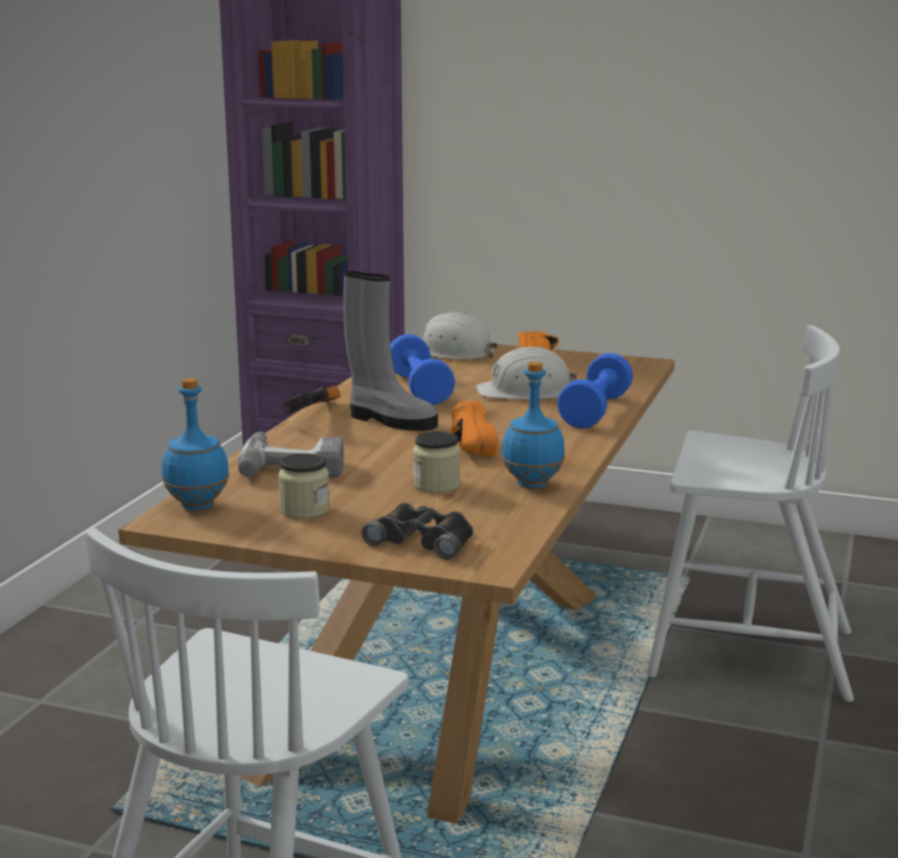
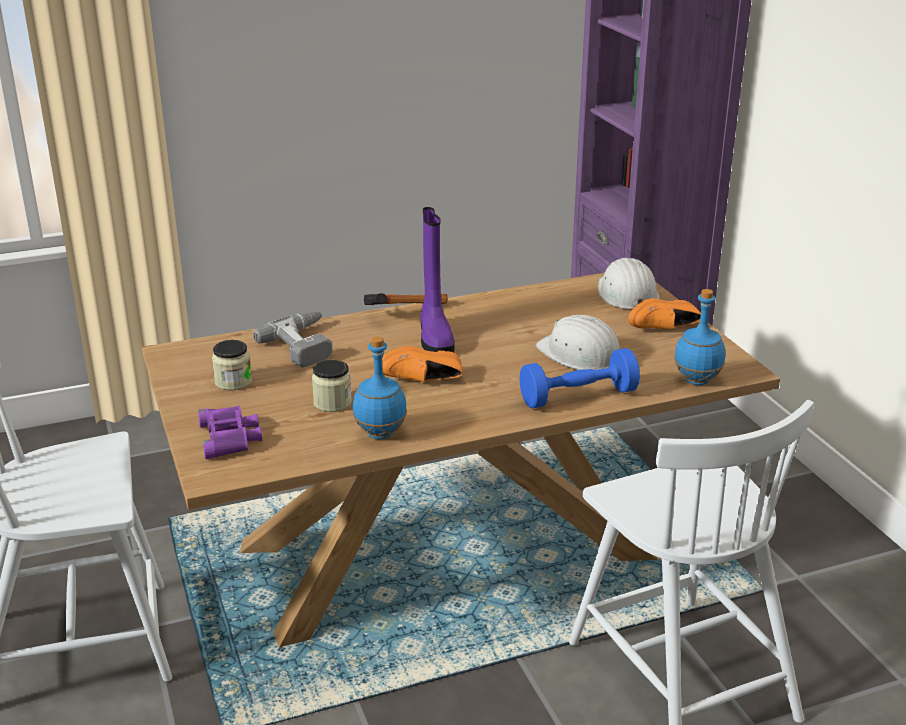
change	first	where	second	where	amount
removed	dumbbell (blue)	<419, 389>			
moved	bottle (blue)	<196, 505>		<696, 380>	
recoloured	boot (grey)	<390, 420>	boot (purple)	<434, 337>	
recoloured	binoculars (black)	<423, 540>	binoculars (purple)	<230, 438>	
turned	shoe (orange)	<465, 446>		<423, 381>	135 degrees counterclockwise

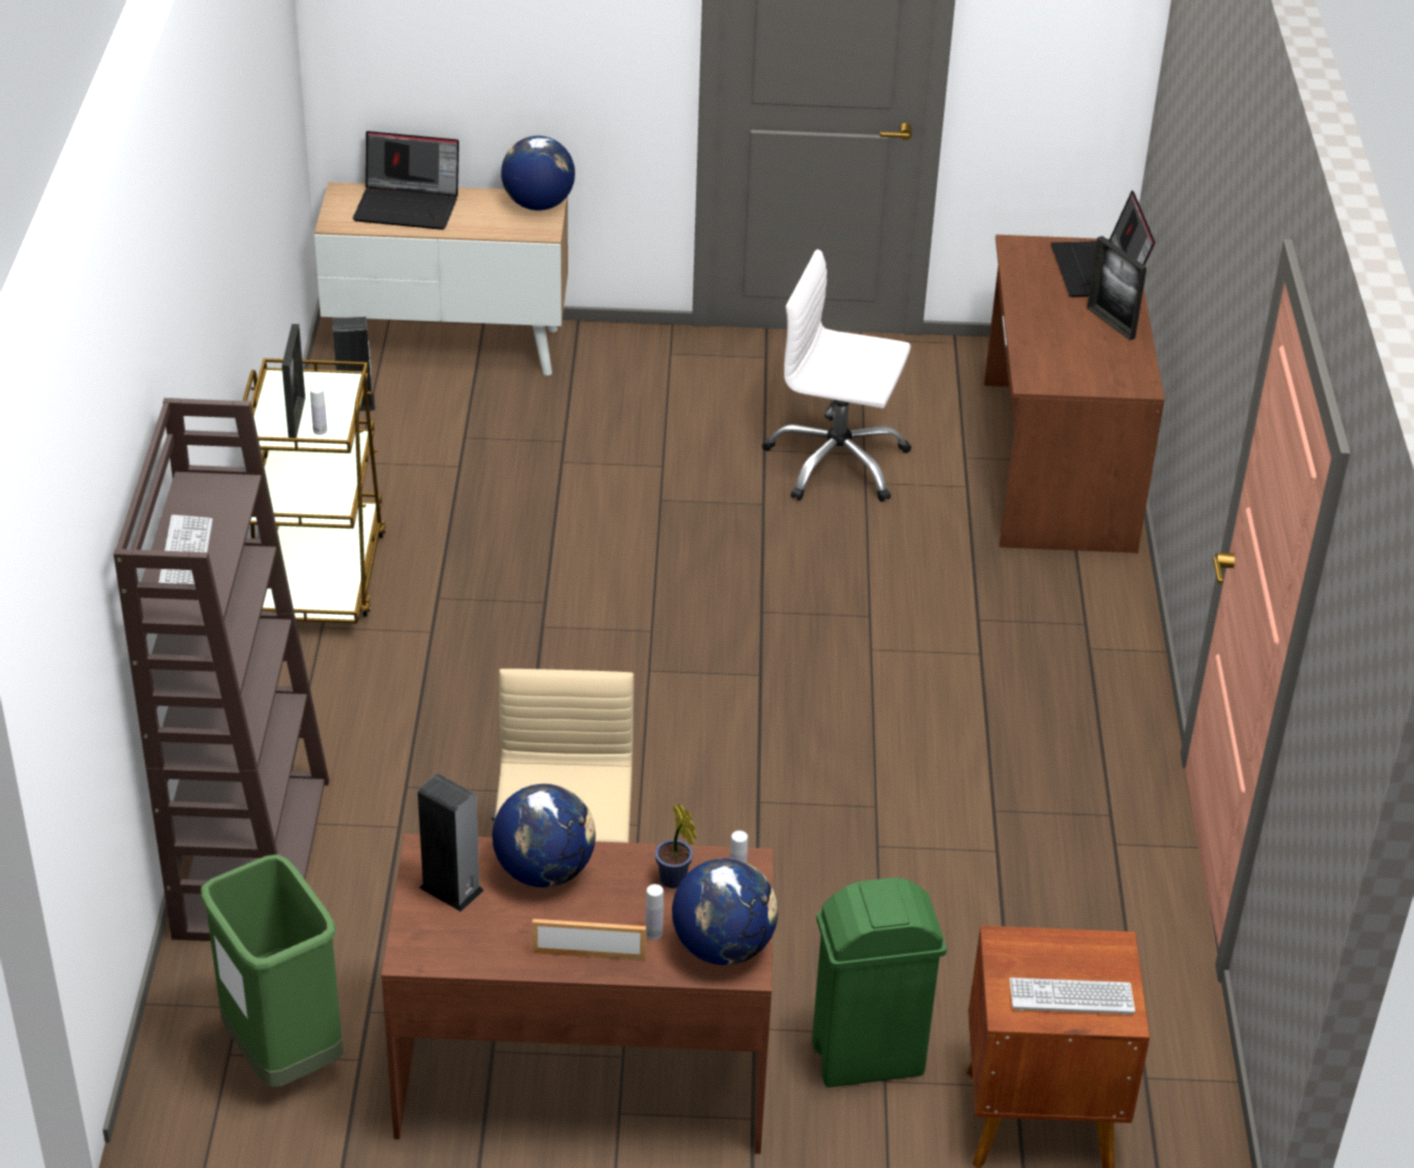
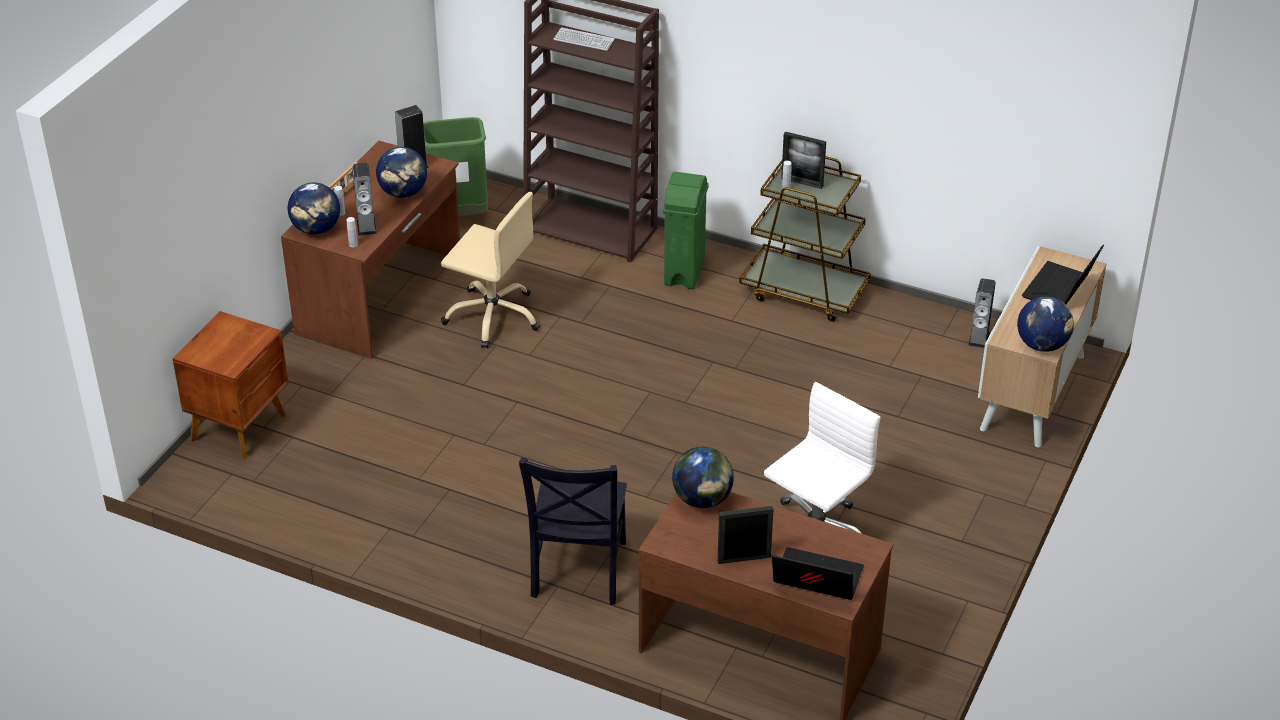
change	first	where	second	where	amount
removed	keyboard	<1071, 997>			
added			chair (black)	<578, 572>	
added			globe	<702, 499>	
moved	trash can (green)	<866, 1058>		<684, 272>	
replaced	potted plant	<675, 881>	speaker	<366, 227>	

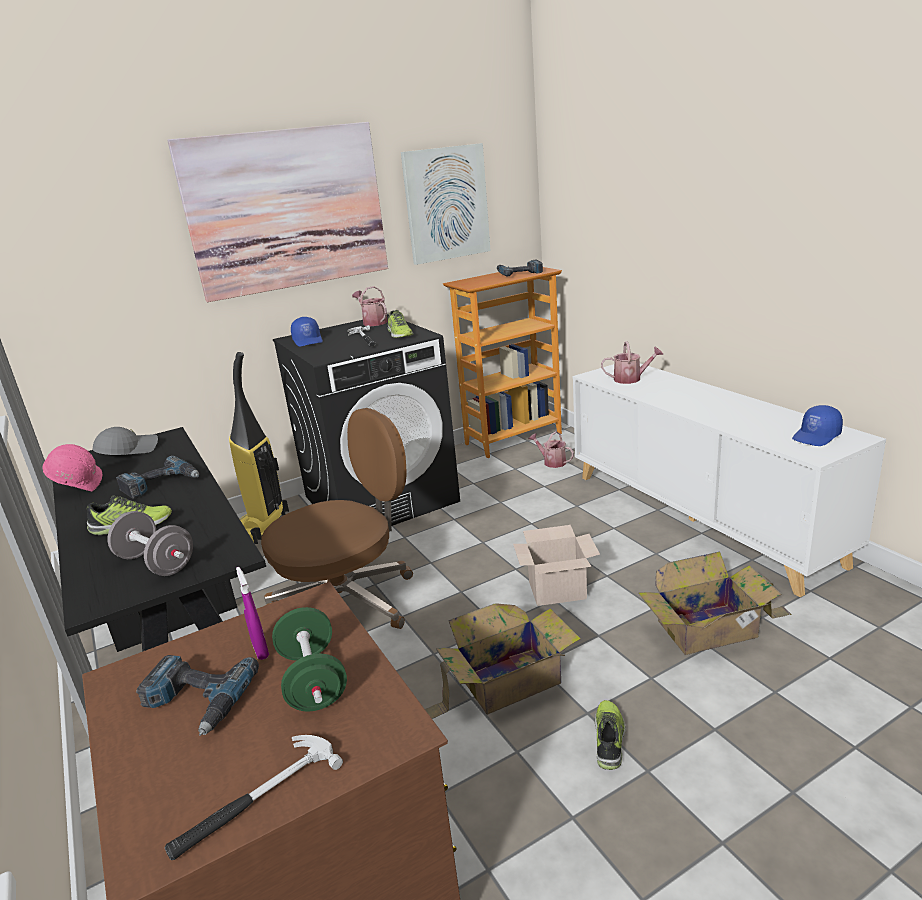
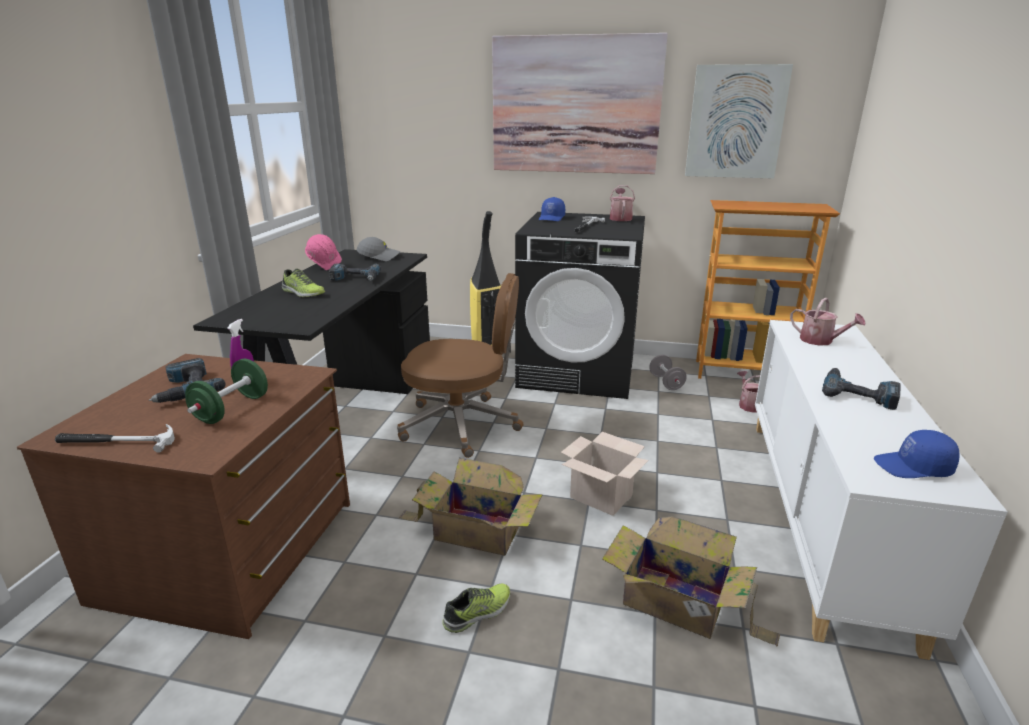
change	first	where	second	where	amount
removed	shoe	<399, 334>			
moved	dumbbell (grey)	<156, 563>		<666, 382>	
moved	power drill	<519, 273>		<858, 393>	

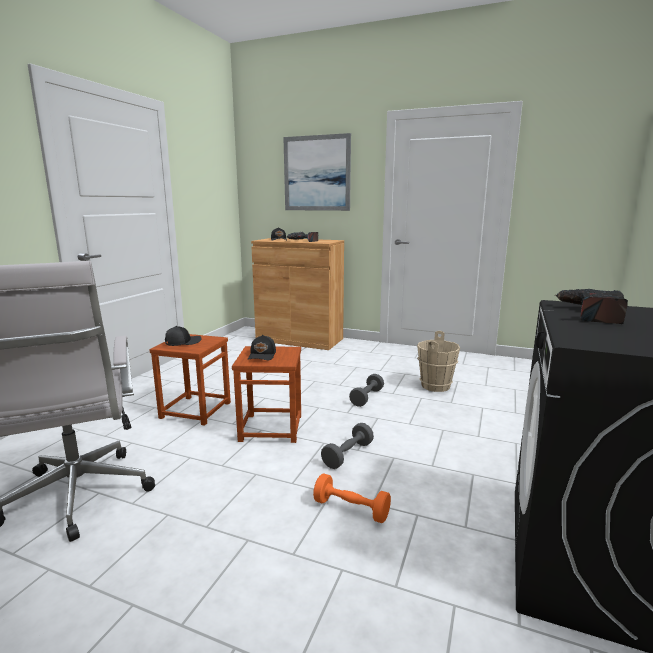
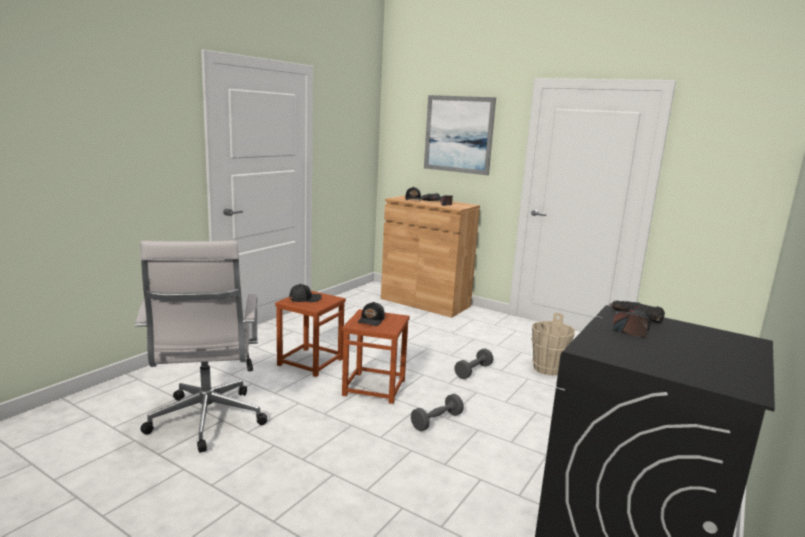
change	first	where	second	where	amount
removed	dumbbell (orange)	<351, 509>			

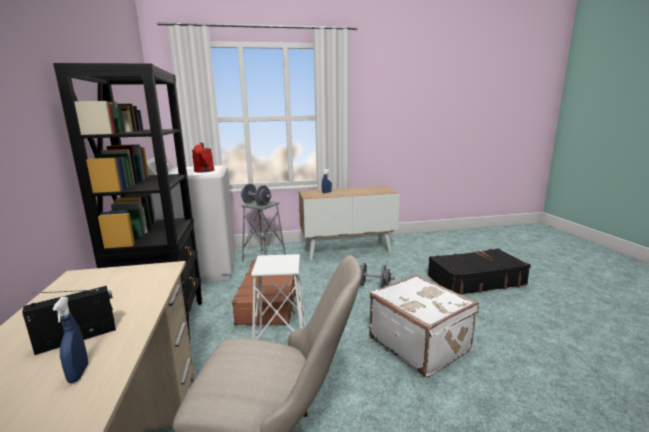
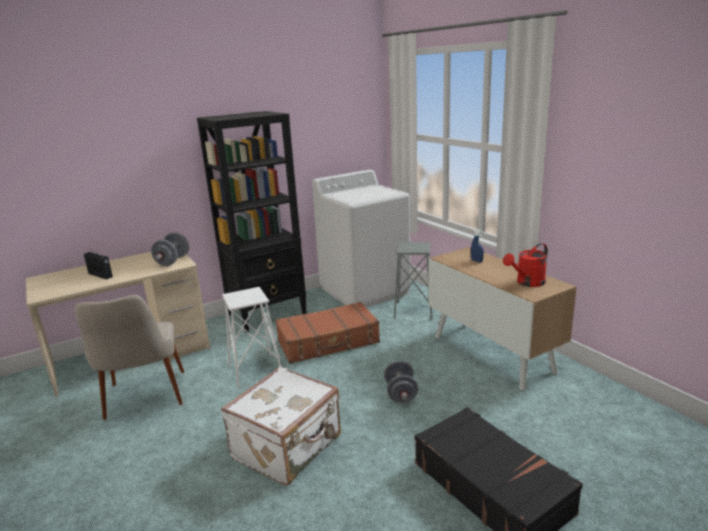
change	first	where	second	where	amount
removed	spray bottle (blue)	<78, 373>			
moved	watering can (red)	<204, 171>		<527, 283>	
moved	dumbbell (grey)	<256, 204>		<172, 261>	

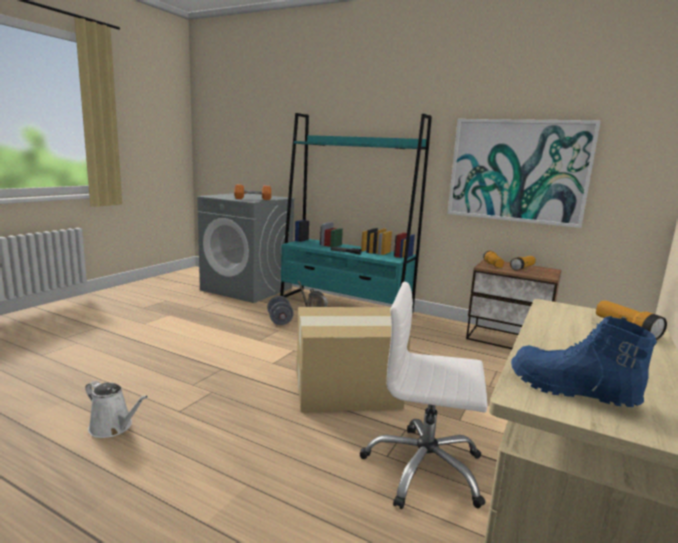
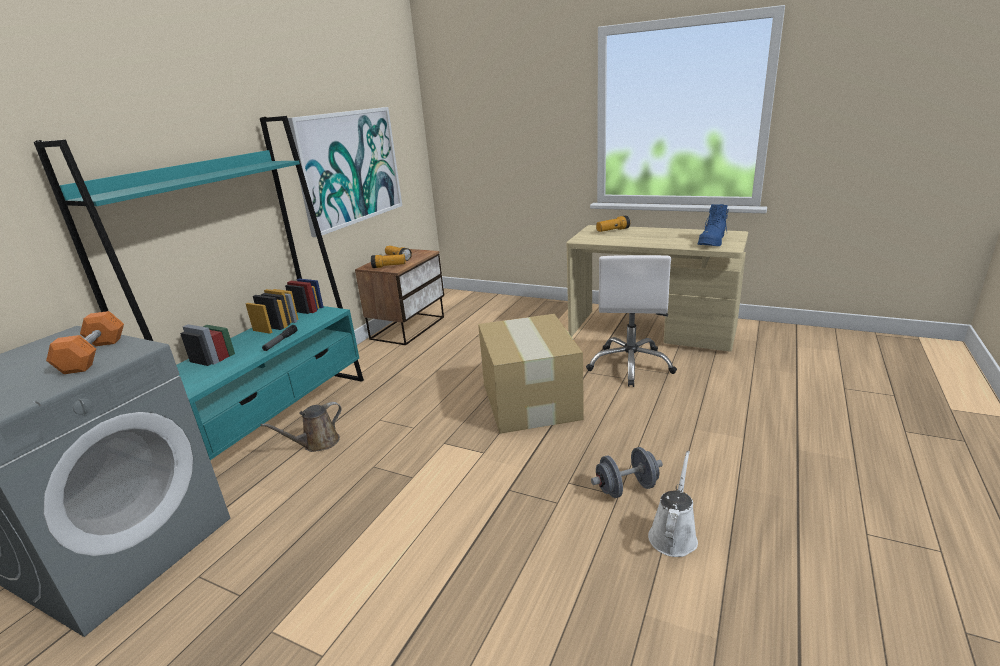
change	first	where	second	where	amount
moved	dumbbell (grey)	<279, 321>		<626, 488>	

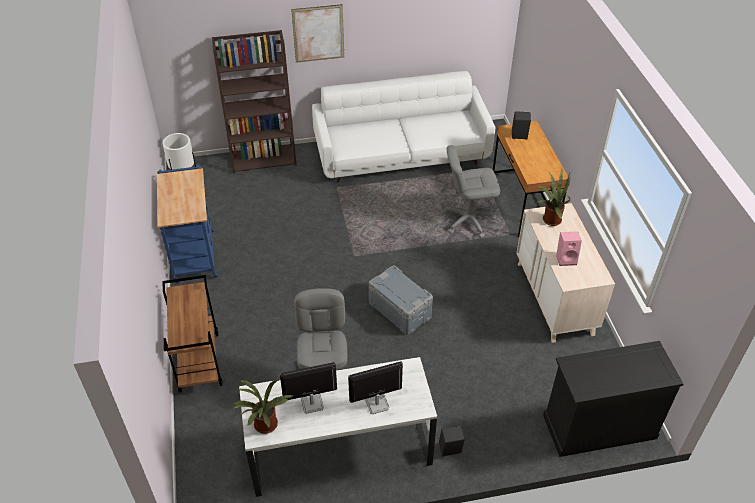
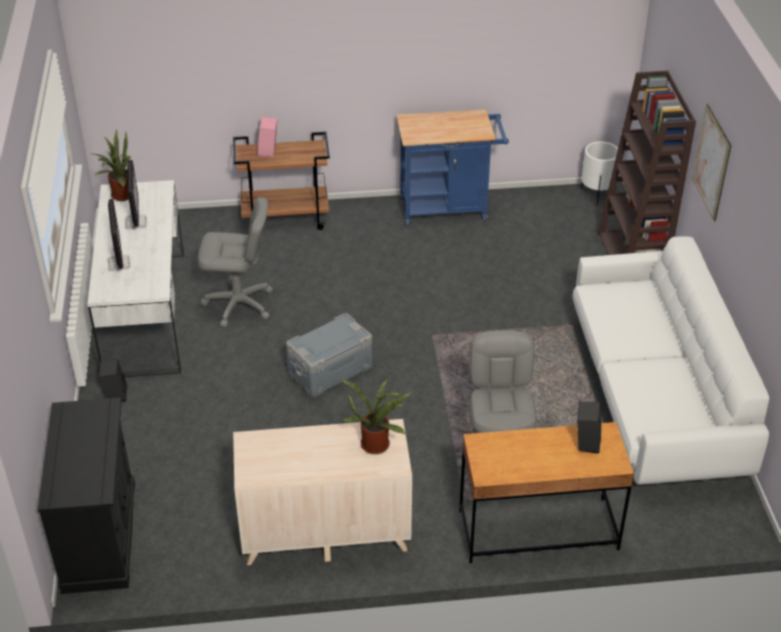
change	first	where	second	where	amount
moved	speaker (pink)	<566, 259>		<269, 152>	

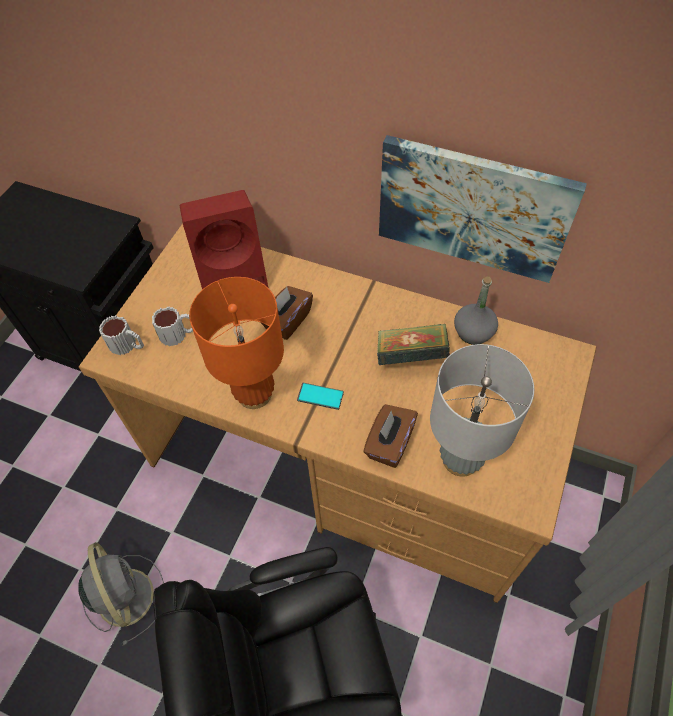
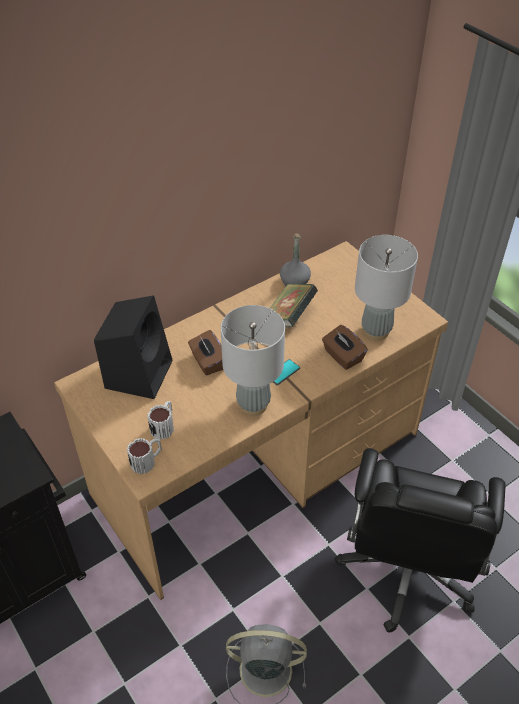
change	first	where	second	where	amount
removed	picture	<473, 208>			
recoloured	speaker (red)	<234, 275>	speaker (black)	<139, 373>	
recoloured	table lamp (orange)	<254, 394>	table lamp (grey)	<253, 404>	

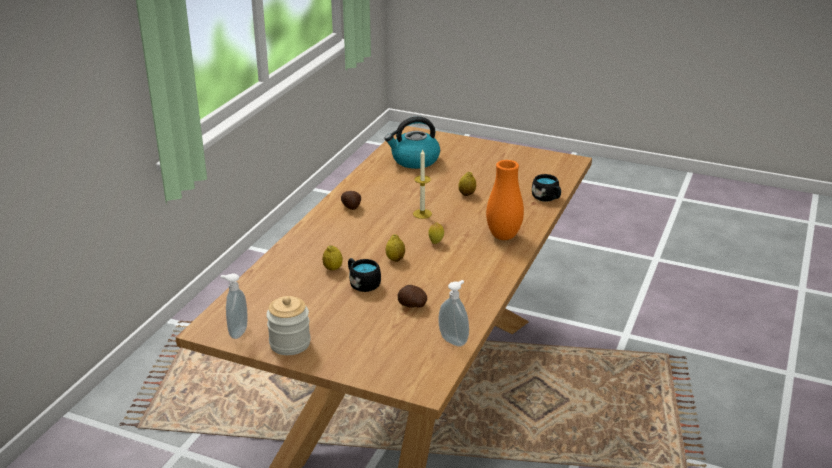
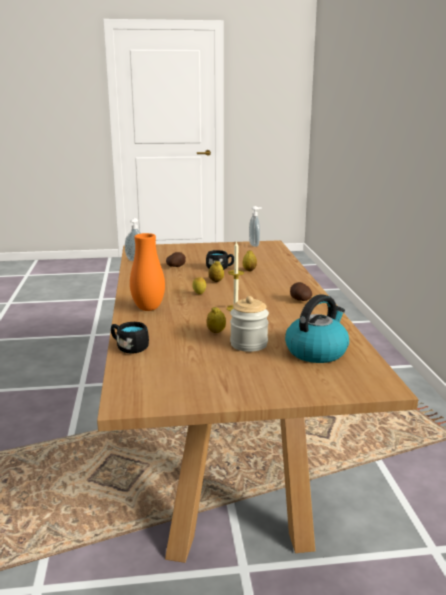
change	first	where	second	where	amount
moved	jar	<290, 343>		<248, 344>	

